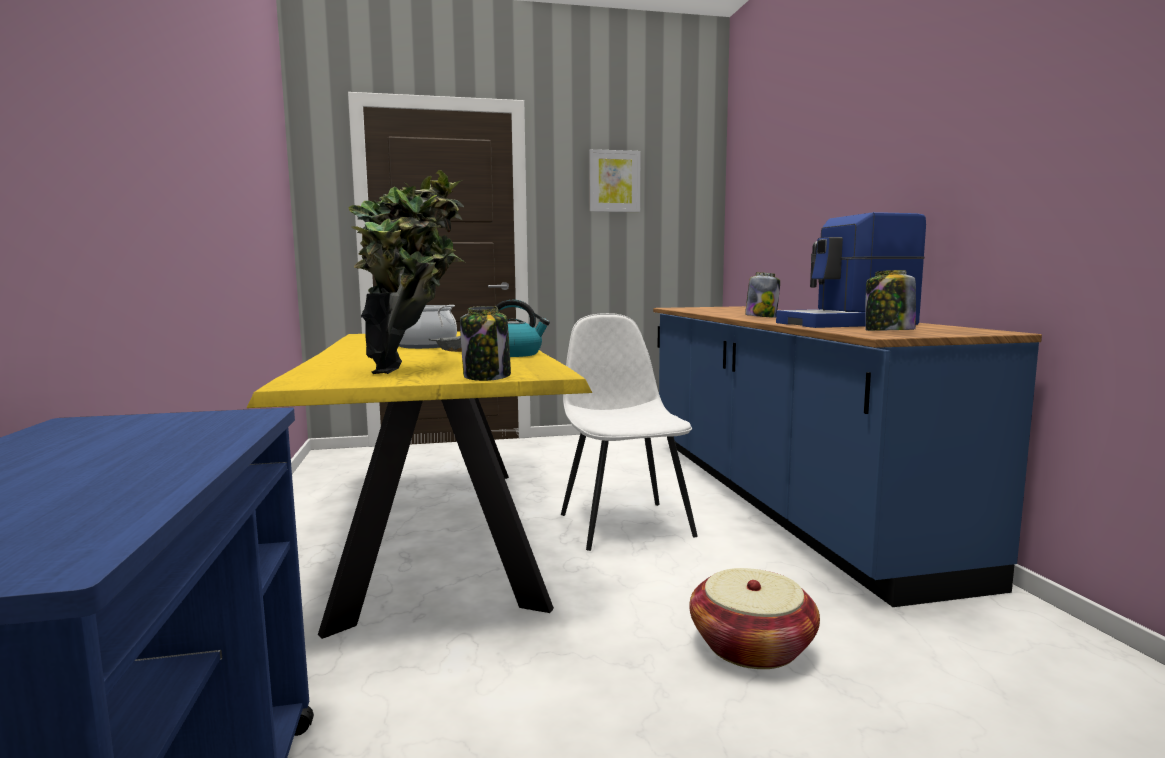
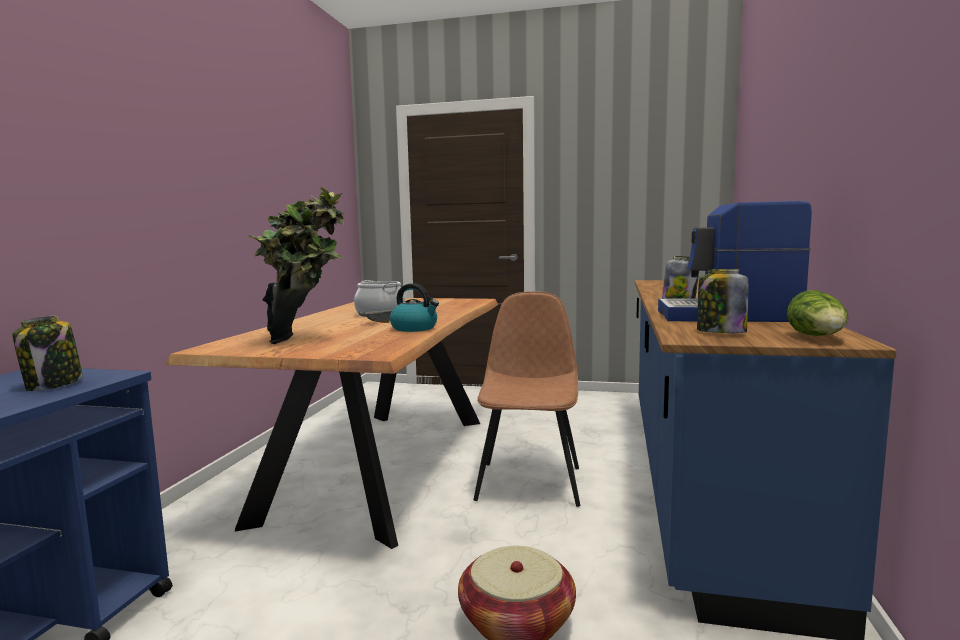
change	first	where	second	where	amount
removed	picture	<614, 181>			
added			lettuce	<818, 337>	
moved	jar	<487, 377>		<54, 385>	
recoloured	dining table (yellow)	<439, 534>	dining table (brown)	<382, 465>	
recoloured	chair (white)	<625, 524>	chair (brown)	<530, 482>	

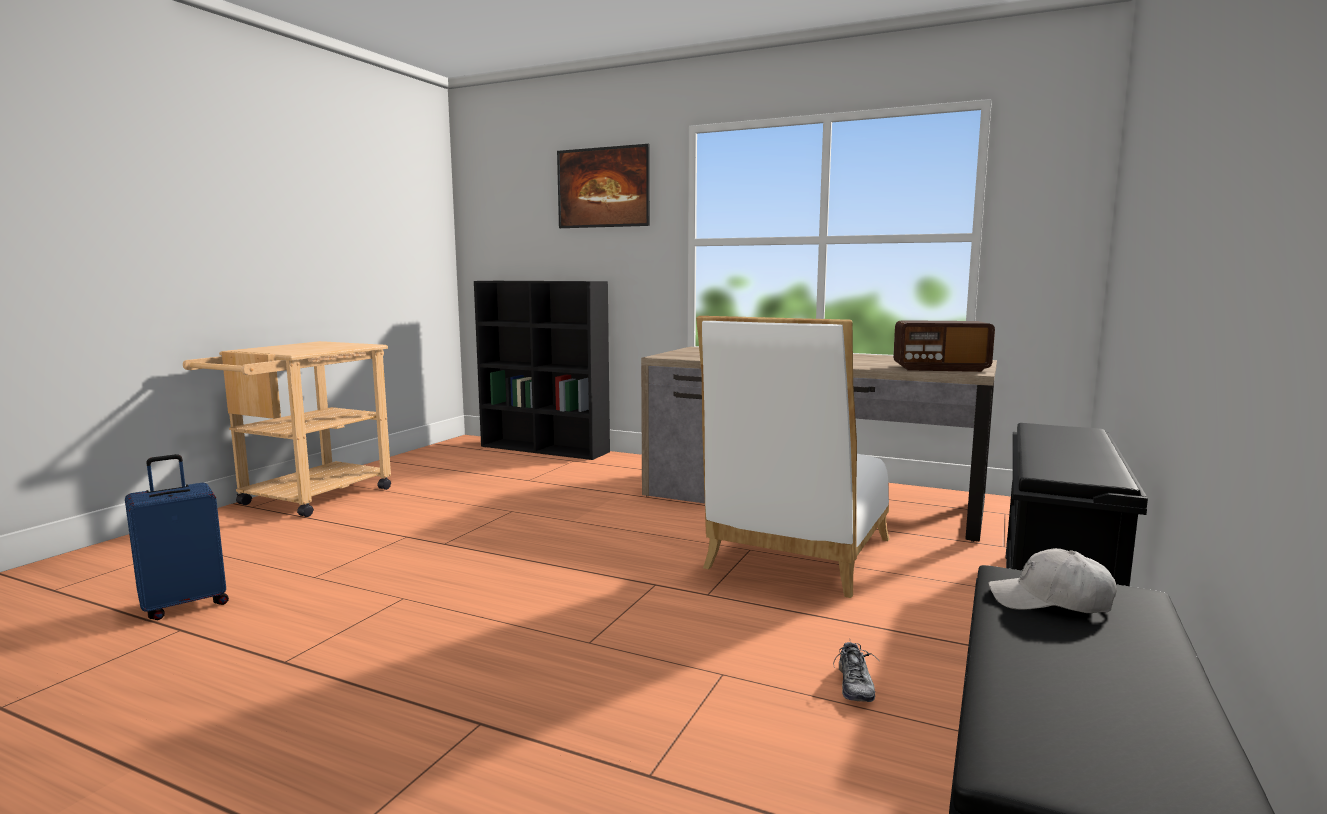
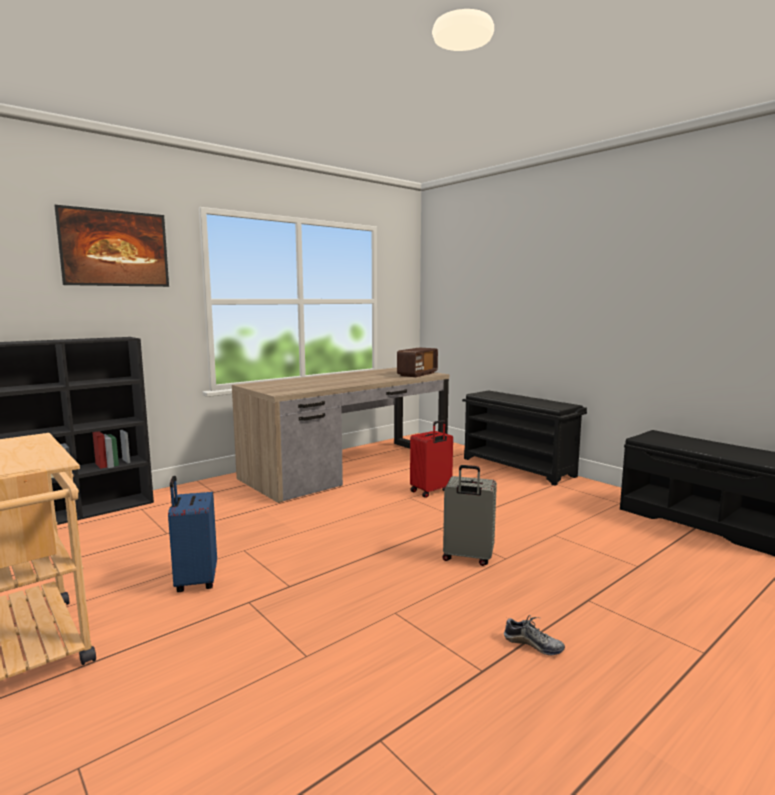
change	first	where	second	where	amount
removed	cap (white)	<1050, 601>			
added			suitcase (grey)	<467, 557>	
moved	suitcase (blue)	<185, 604>		<195, 581>	
moved	shoe	<854, 685>		<533, 645>	
replaced	chair (white)	<795, 557>	suitcase (red)	<431, 491>	

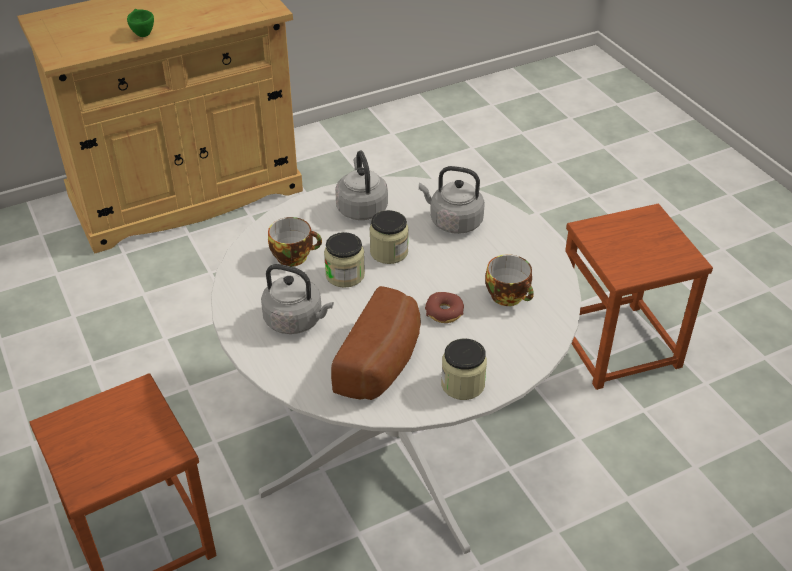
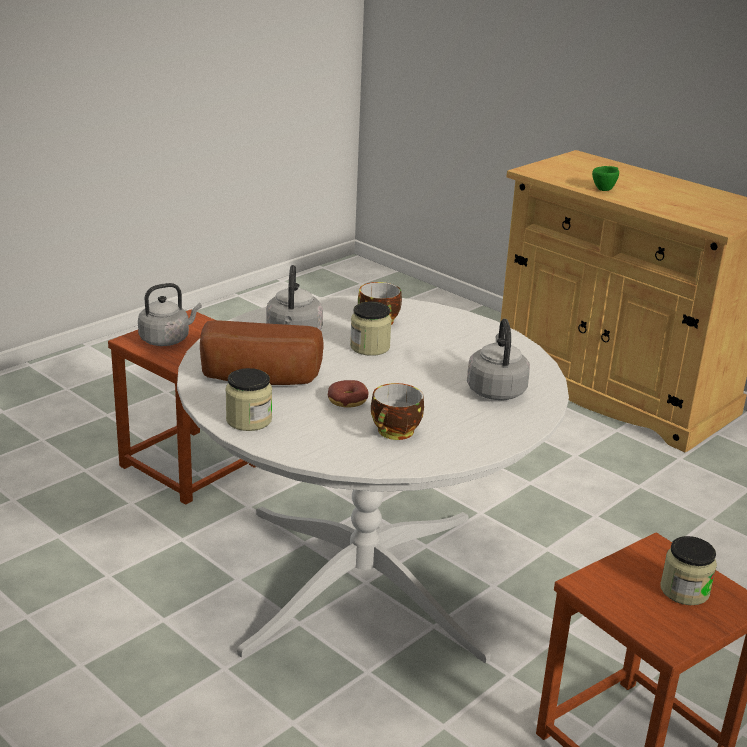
change	first	where	second	where	amount
moved	kettle (grey)	<361, 207>		<167, 339>	
moved	jar	<389, 252>		<684, 590>	

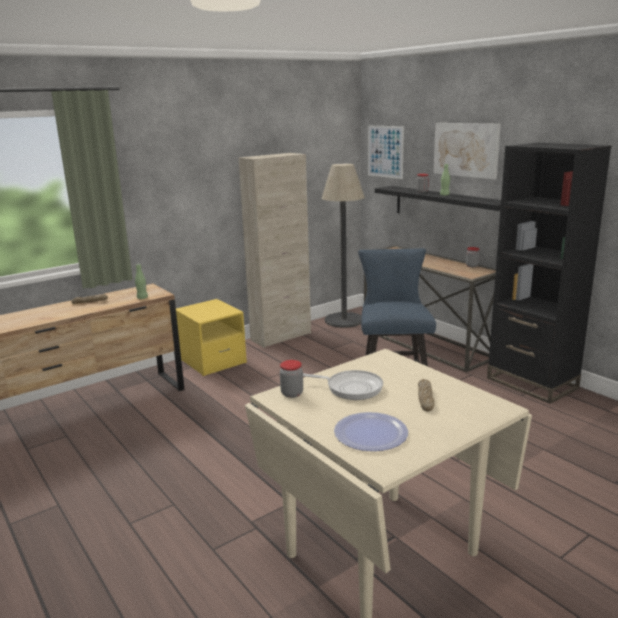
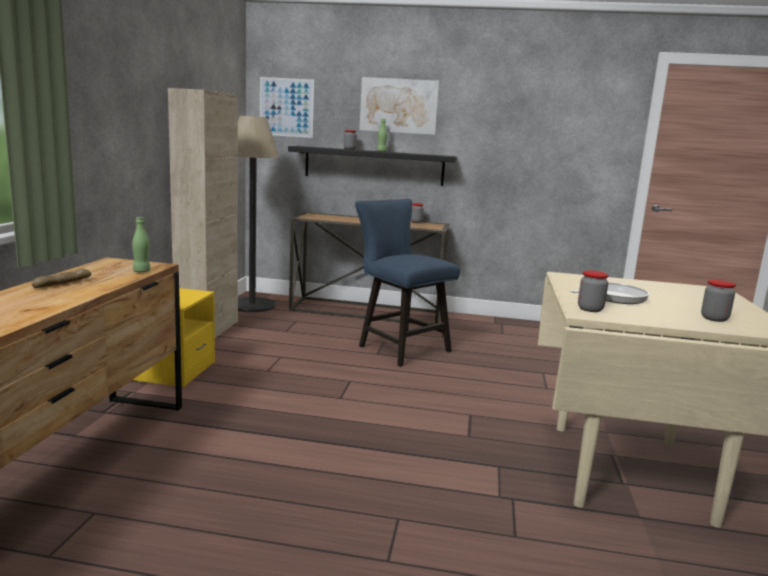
change	first	where	second	where	amount
removed	bread	<425, 399>			
removed	bookcase (black)	<531, 383>			
replaced	plate	<370, 433>	jar	<714, 318>	

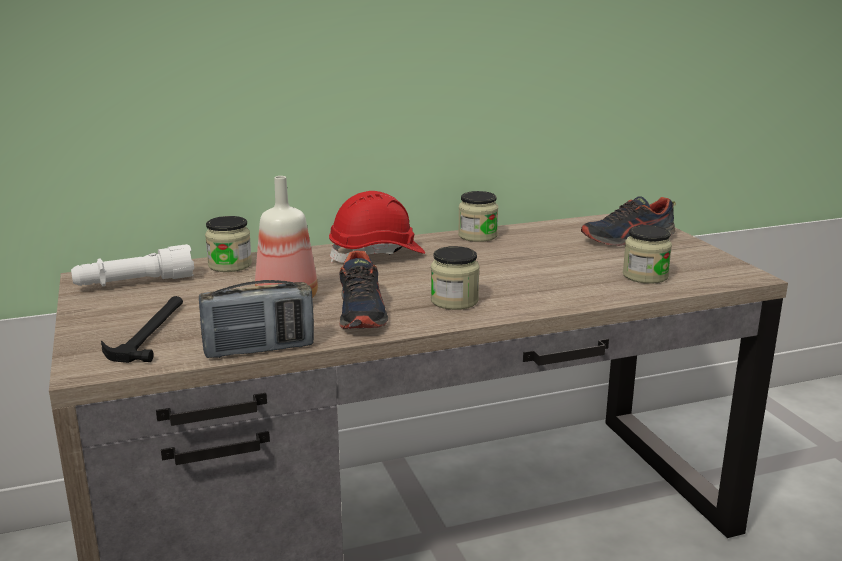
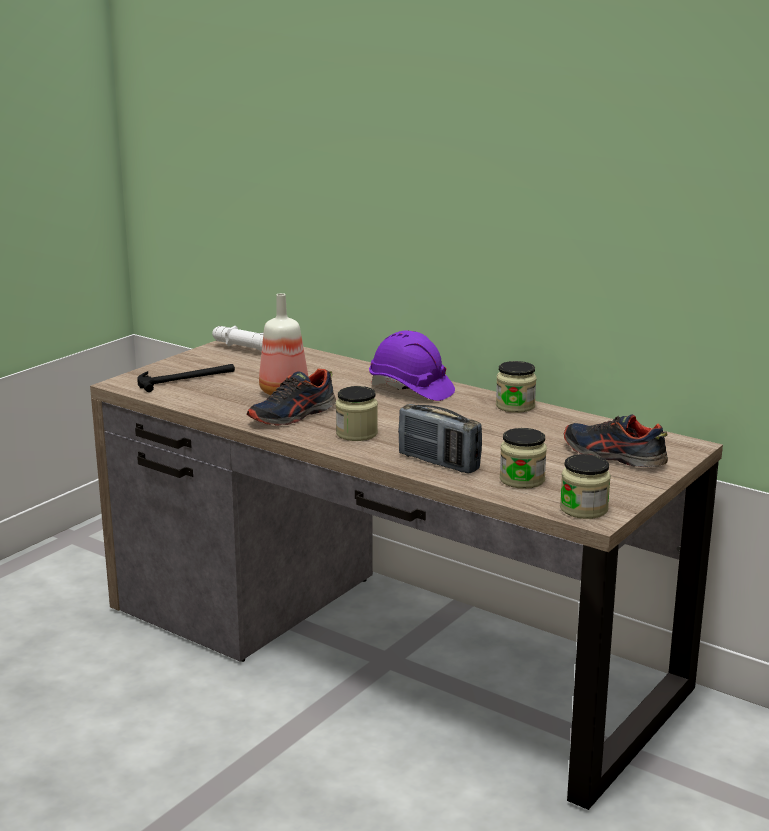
change	first	where	second	where	amount
moved	radio	<259, 349>		<438, 462>	
moved	jar	<230, 265>		<583, 509>	
recoloured	hard hat (red)	<377, 255>	hard hat (purple)	<411, 390>	

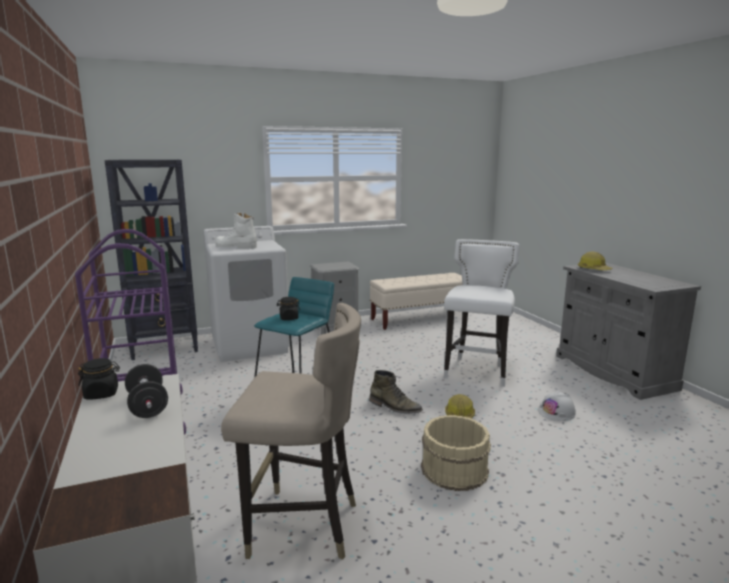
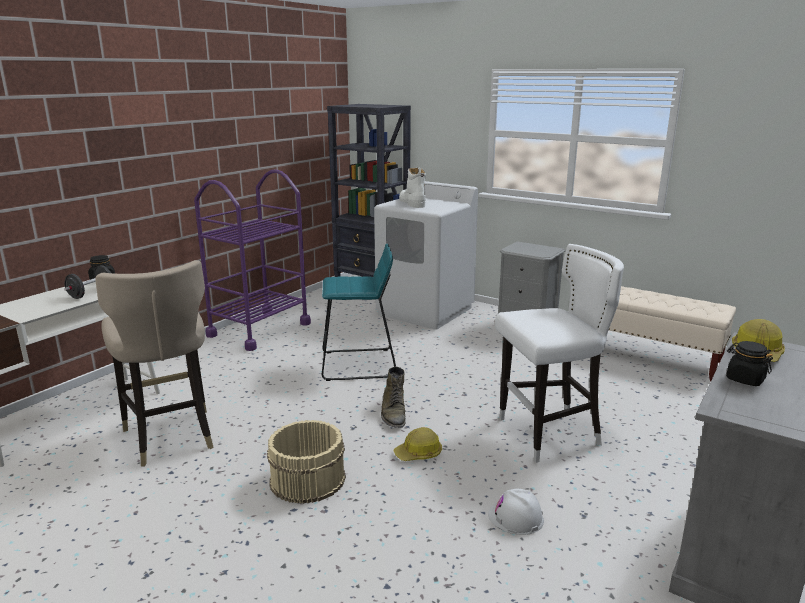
change	first	where	second	where	amount
moved	jar (black)	<288, 318>		<745, 379>	

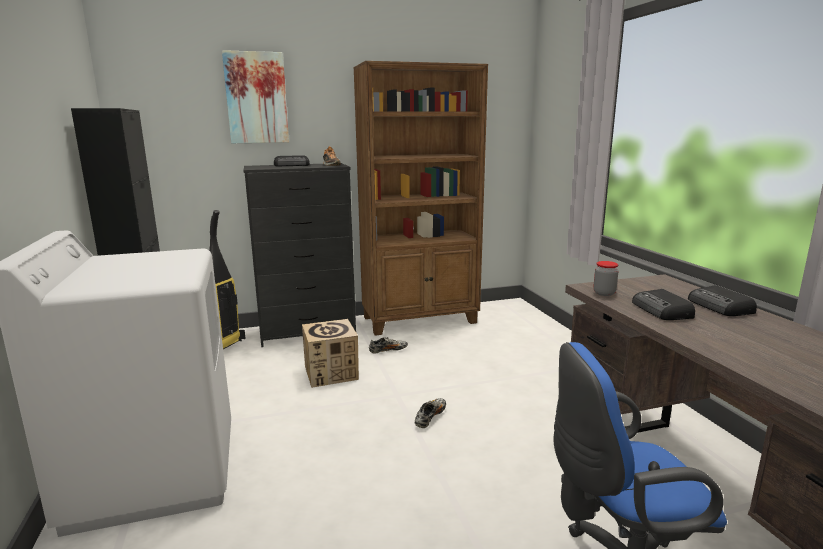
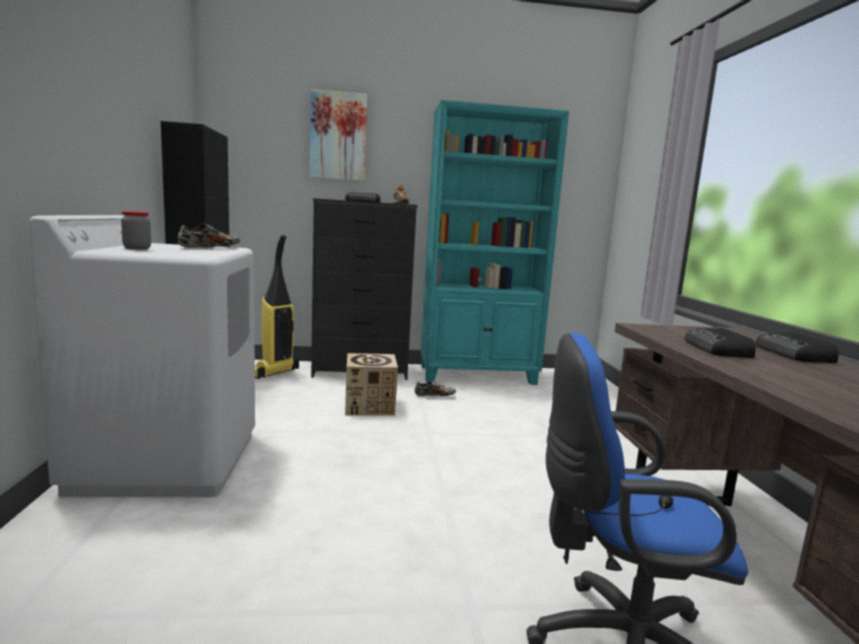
change	first	where	second	where	amount
moved	shoe	<430, 418>		<209, 248>	
moved	jar	<604, 293>		<137, 248>	
recoloured	bookcase (brown)	<420, 320>	bookcase (turquoise)	<478, 375>	

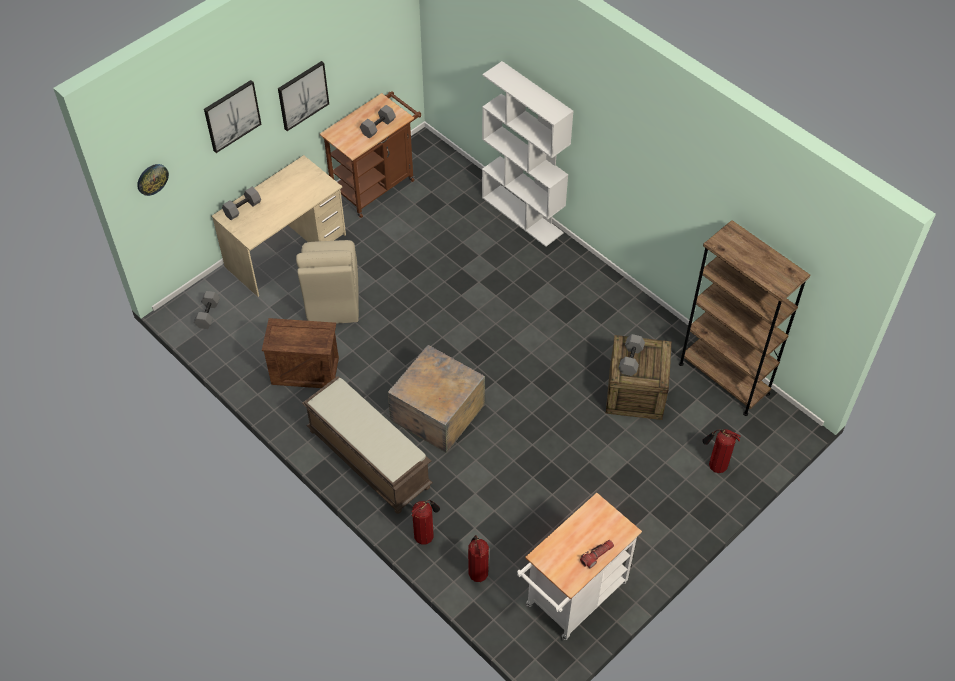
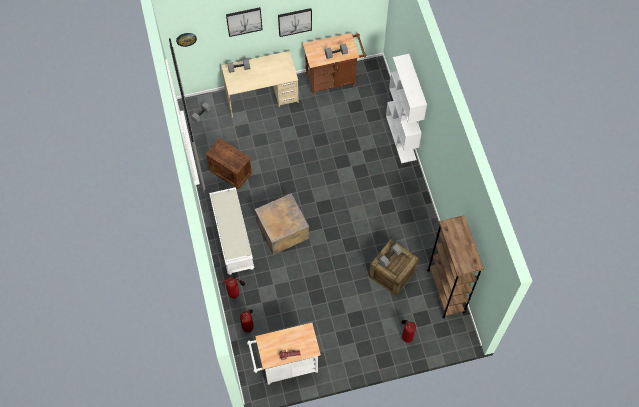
change	first	where	second	where	amount
removed	chair (beige)	<332, 300>			
recoloured	bench (brown)	<368, 459>	bench (white)	<232, 237>	

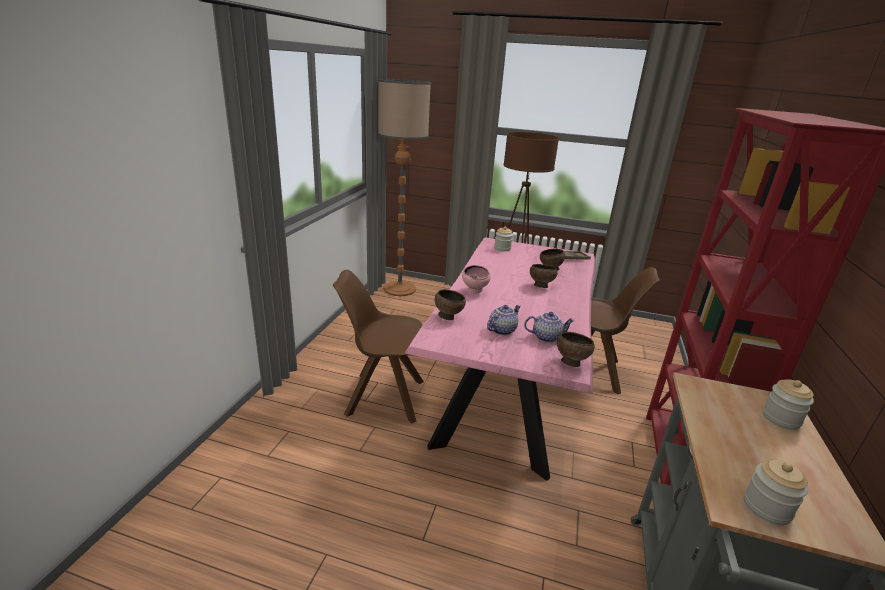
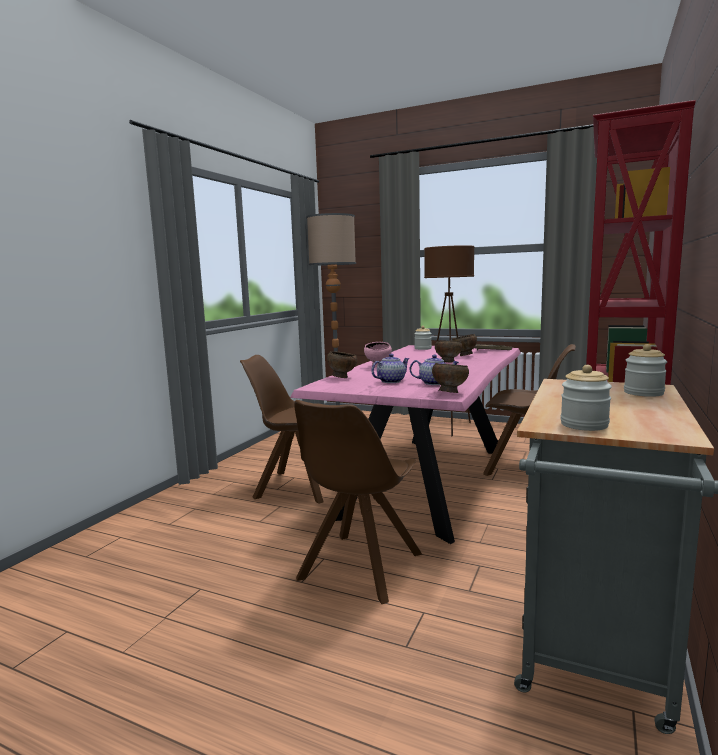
change	first	where	second	where	amount
added			chair (brown)	<359, 568>	

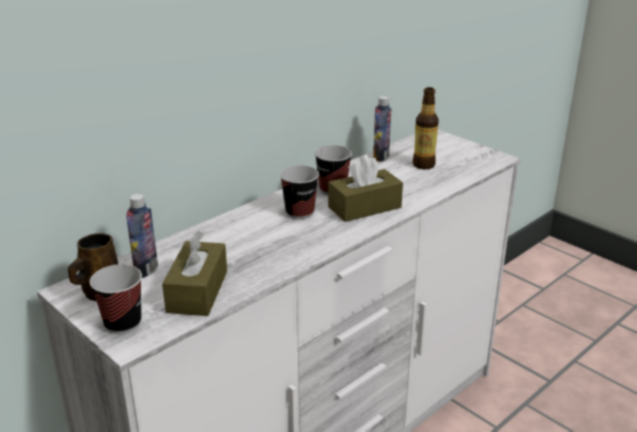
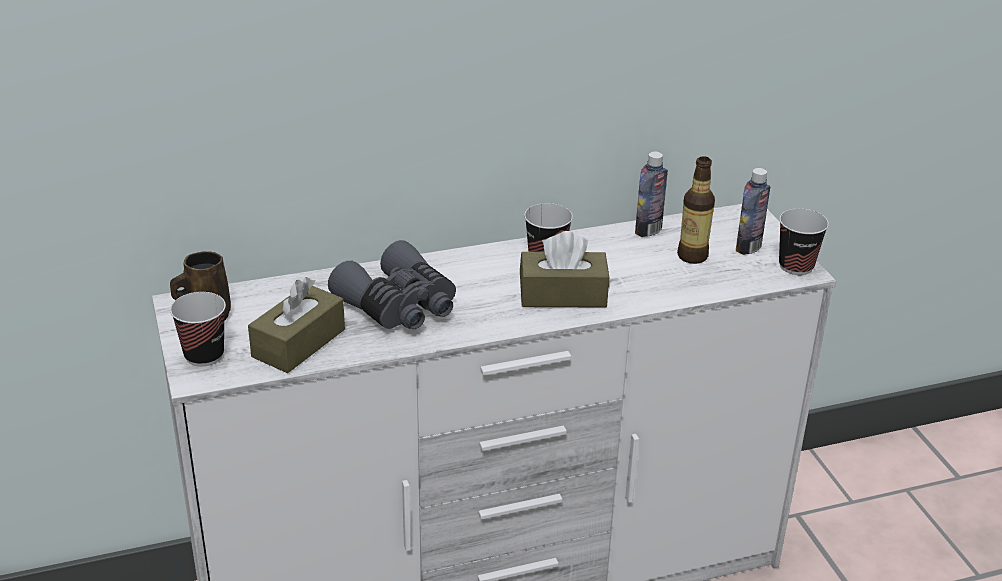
change	first	where	second	where	amount
added			binoculars (grey)	<399, 306>	
moved	bottle	<146, 269>		<748, 247>	
moved	cup	<300, 212>		<796, 266>	

